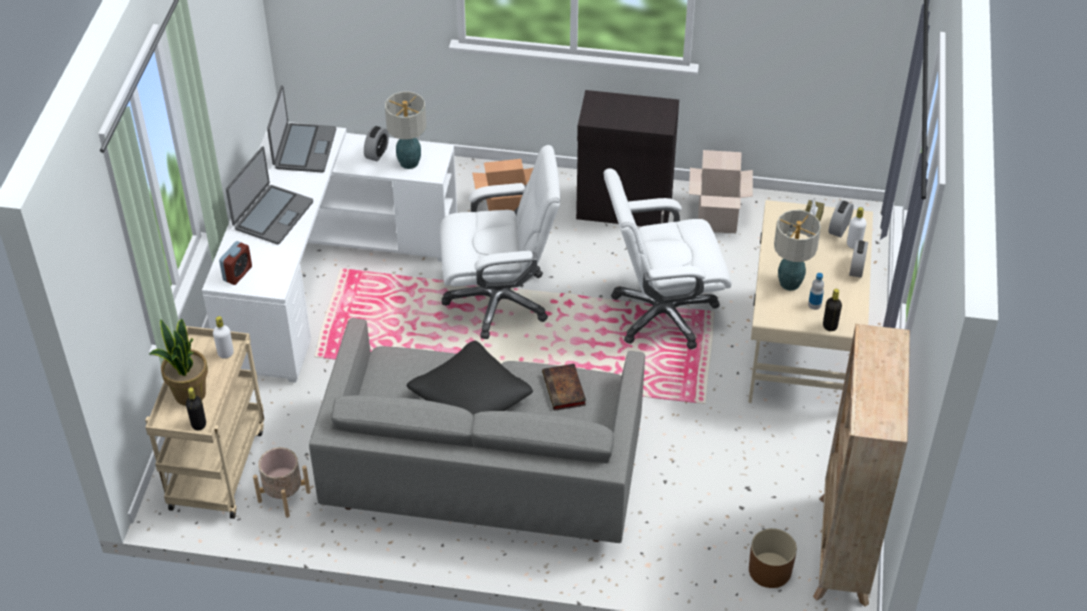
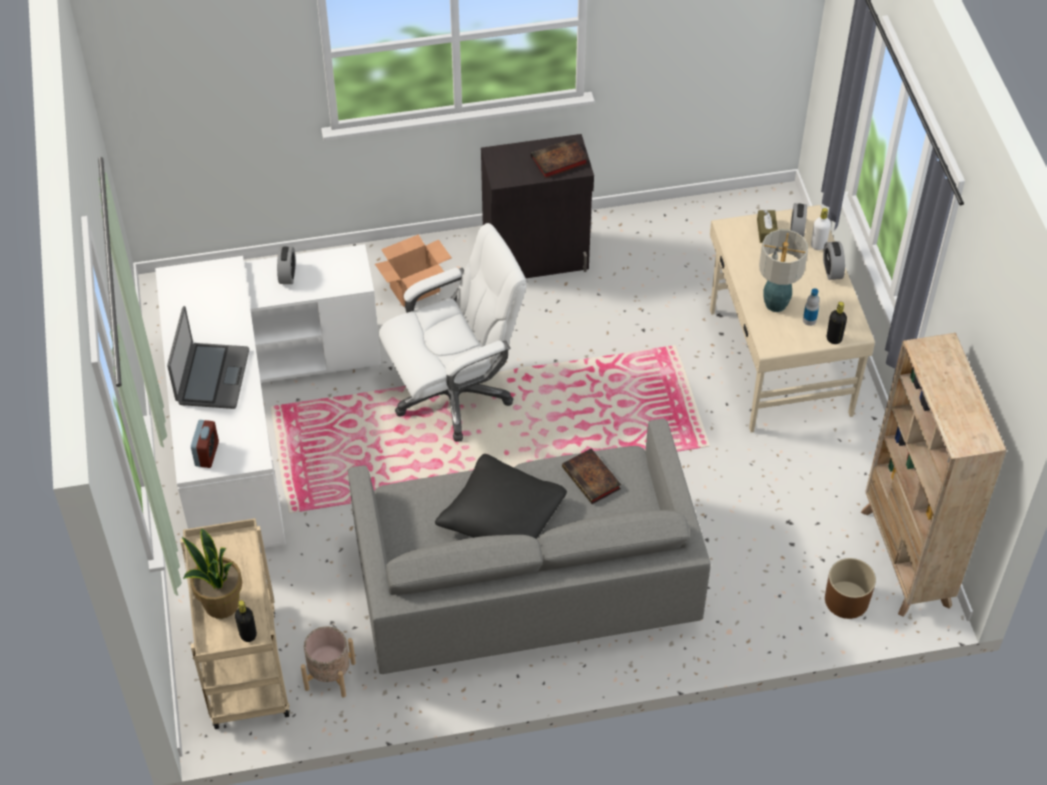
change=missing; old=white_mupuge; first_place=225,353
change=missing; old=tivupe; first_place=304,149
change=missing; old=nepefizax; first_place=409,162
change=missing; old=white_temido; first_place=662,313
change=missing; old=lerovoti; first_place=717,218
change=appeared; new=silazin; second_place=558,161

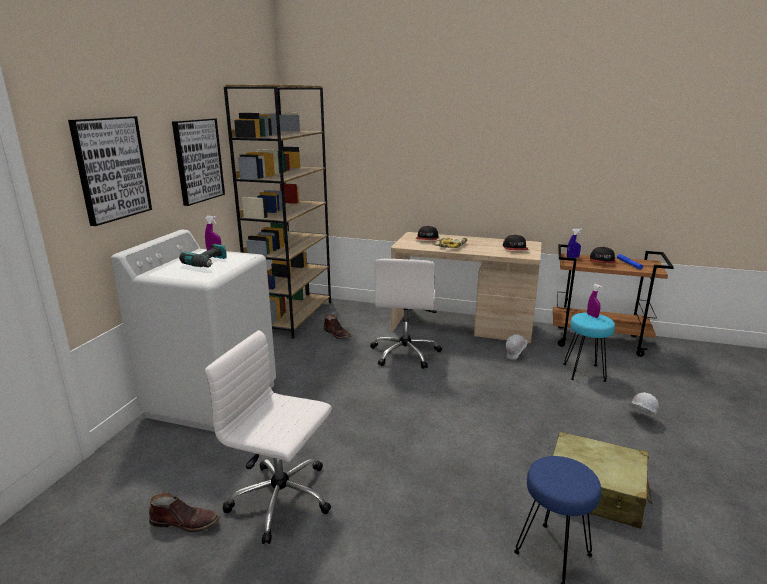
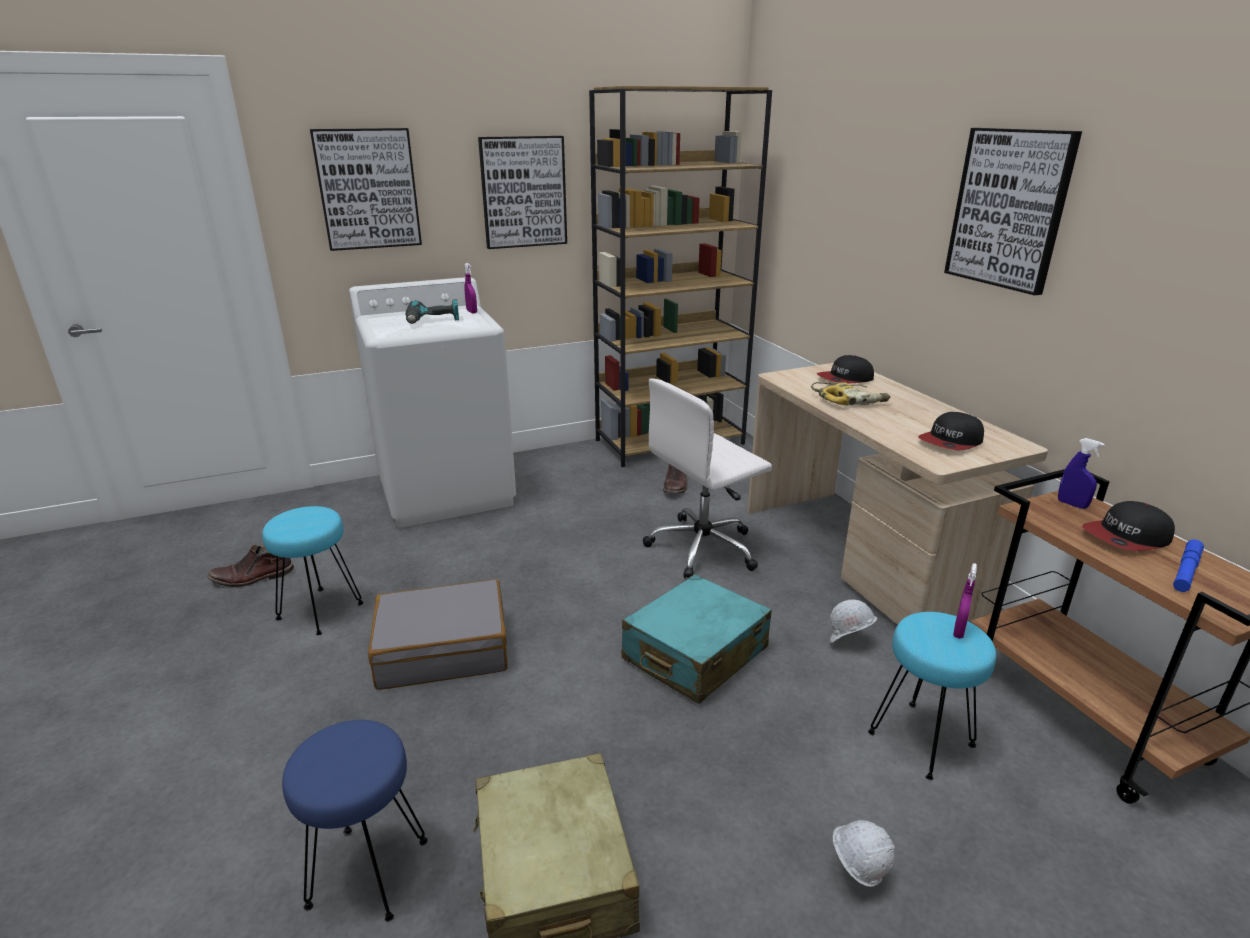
change=appeared; new=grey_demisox; second_place=443,649
change=appeared; new=turquoise_demisox; second_place=695,654
change=appeared; new=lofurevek; second_place=1009,209
change=exchanged; old=white_temido; new=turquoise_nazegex; first_place=283,499; second_place=321,610
change=spun; old=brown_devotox; first_place=185,522; second_place=252,577; degrees=105

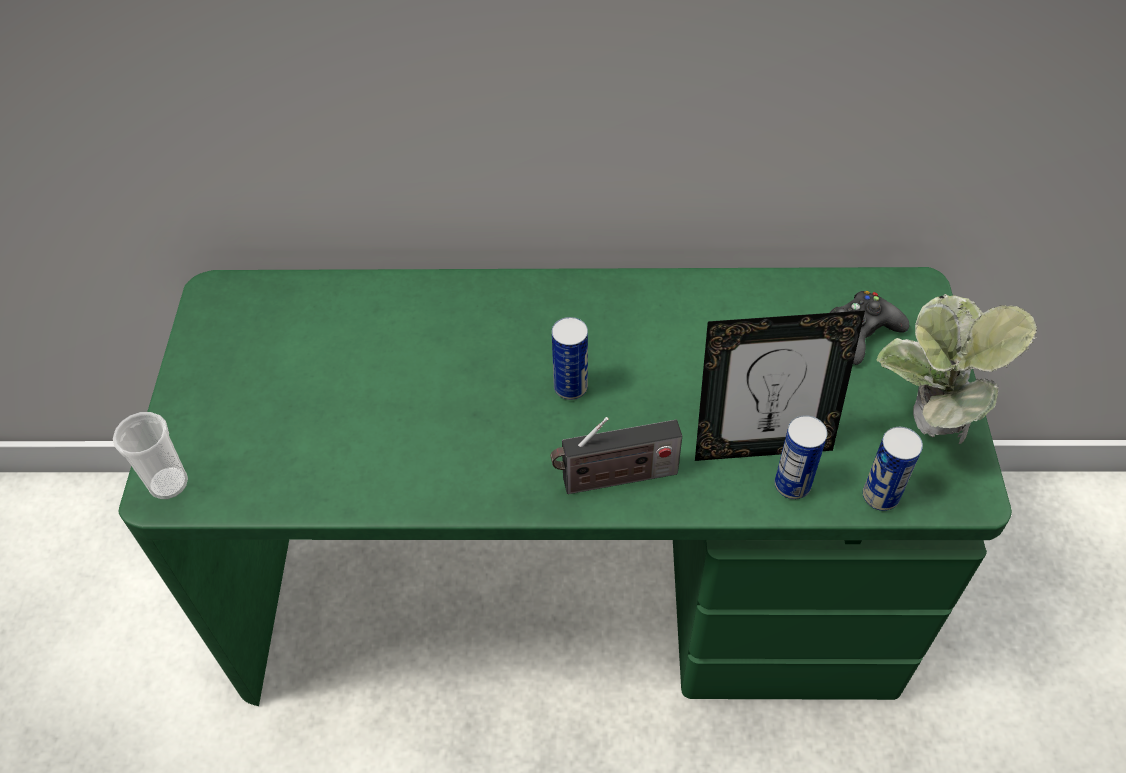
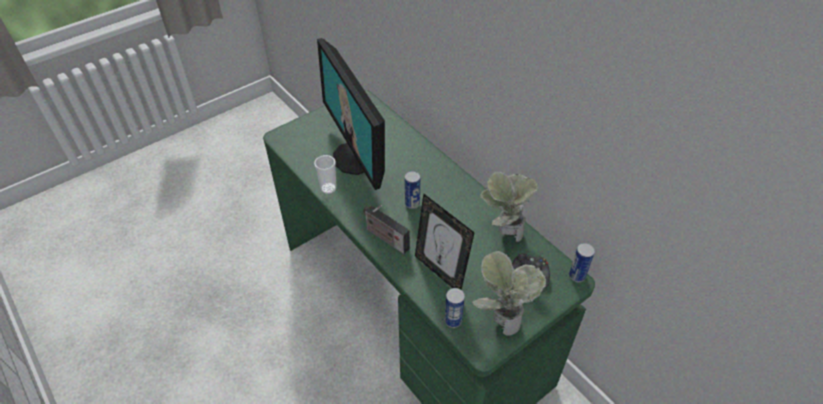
change=appeared; new=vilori; second_place=355,158
change=appeared; new=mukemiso; second_place=504,232
change=relocated; old=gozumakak; first_place=168,483; second_place=328,188
change=relocated; old=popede; first_place=792,485; second_place=577,276

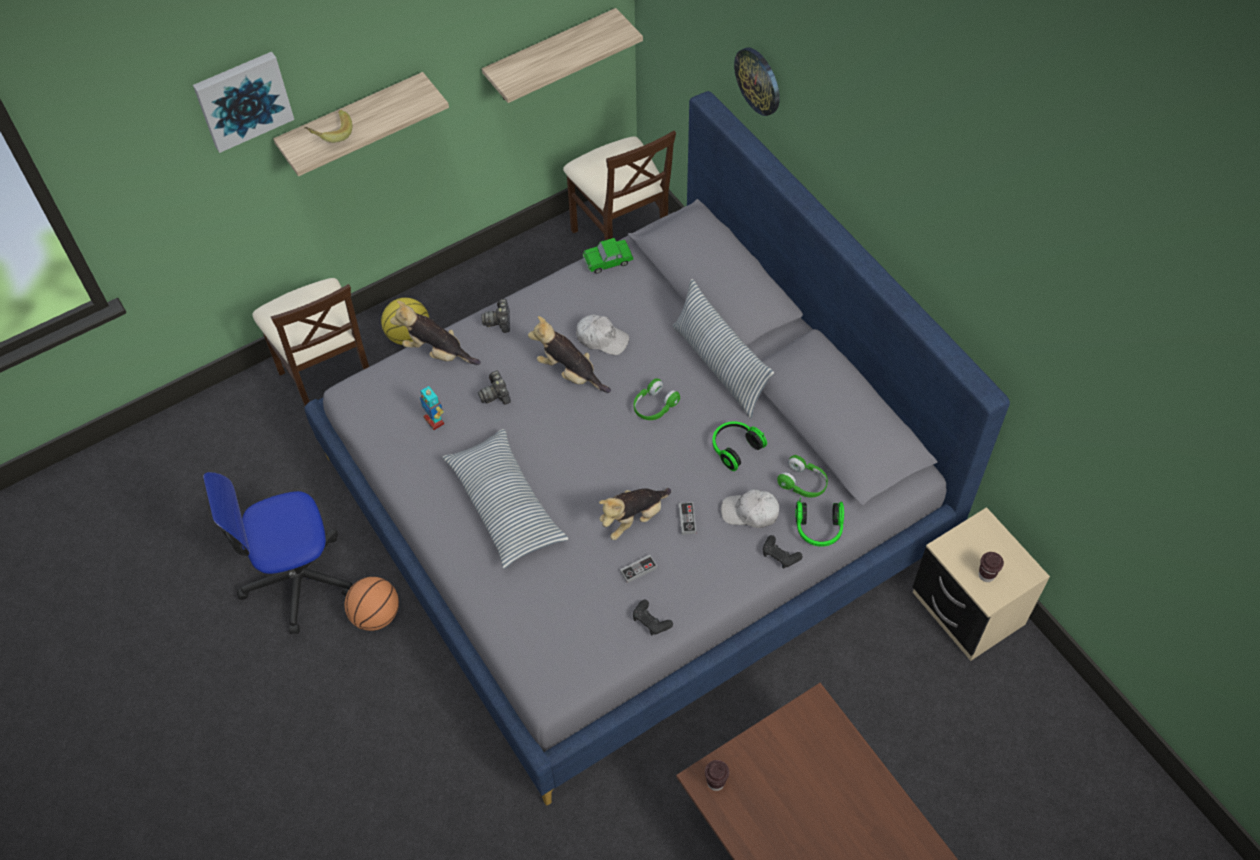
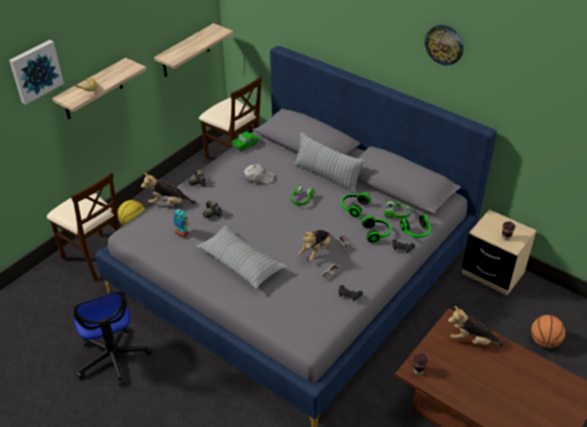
change=relocated; old=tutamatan; first_place=376,615; second_place=544,341
change=relocated; old=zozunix; first_place=570,373; second_place=472,340
change=relocated; old=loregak; first_place=758,80; second_place=444,44
change=exchanged; old=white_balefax; new=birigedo; first_place=750,512; second_place=376,233
change=spun; old=temido; first_place=297,579; second_place=113,357; degrees=-75

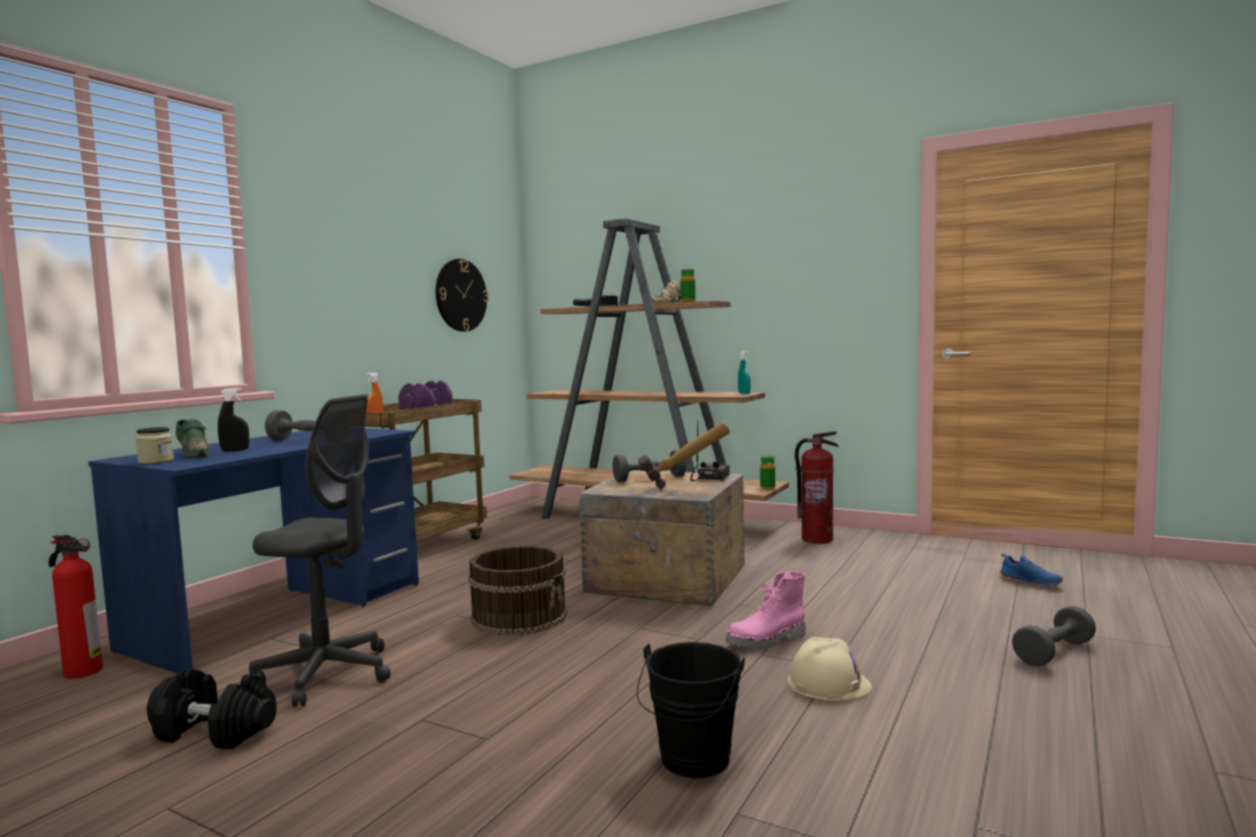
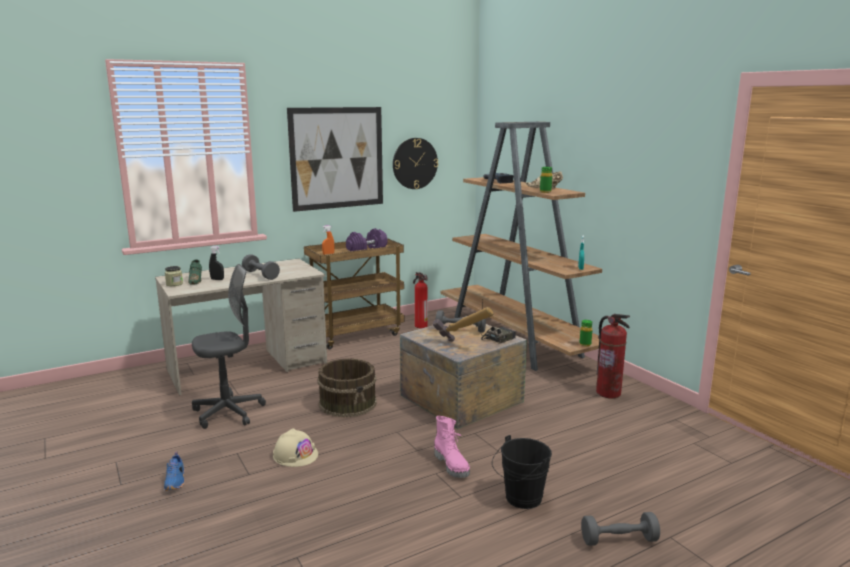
change=missing; old=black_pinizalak; first_place=215,732
change=appeared; new=lofurevek; second_place=337,158
change=relocated; old=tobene; first_place=81,671; second_place=420,325
change=relocated; old=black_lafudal; first_place=692,763; second_place=520,499
change=relocated; old=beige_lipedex; first_place=828,683; second_place=295,455
change=relocated; old=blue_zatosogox; first_place=1030,582; second_place=176,481
change=colour; old=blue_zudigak; new=beige_zudigak; first_place=282,614; second_place=248,367
change=spun; old=grey_temido; first_place=327,674; second_place=228,412; degrees=-75
change=spun; old=pink_devotox; first_place=767,641; second_place=452,465; degrees=-120

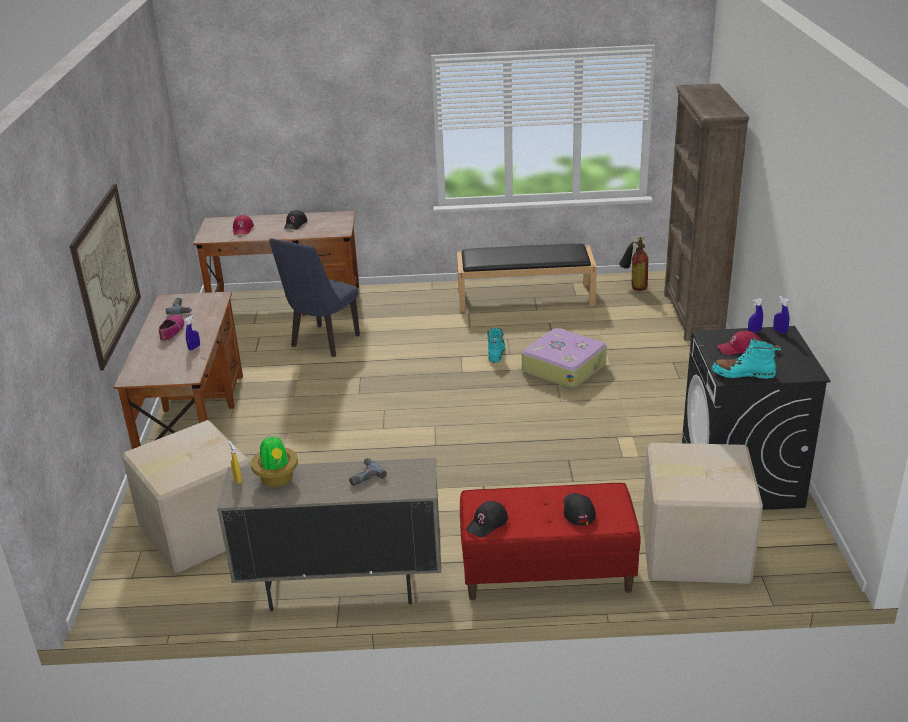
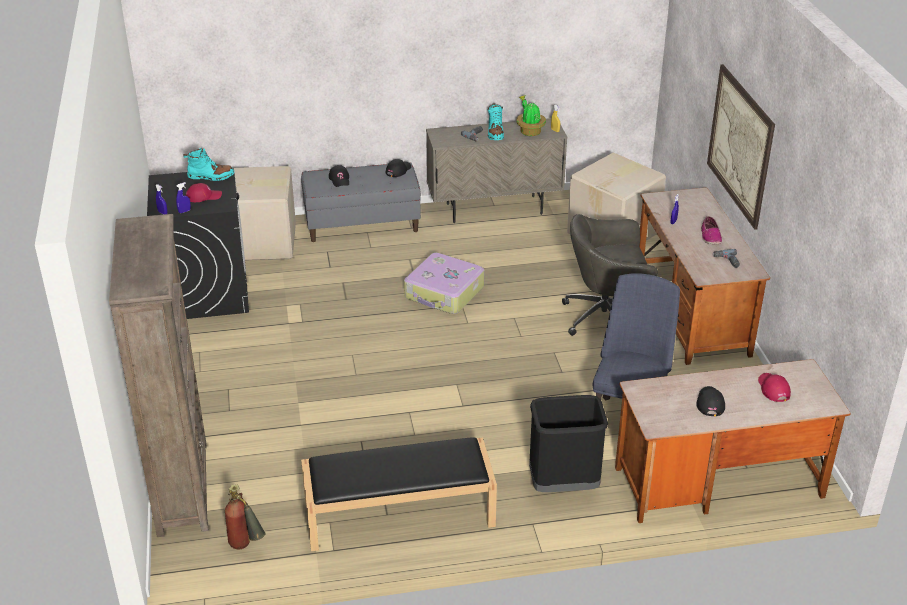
change=appeared; new=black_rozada; second_place=564,485
change=appeared; new=grey_temido; second_place=607,317
change=relocated; old=turquoise_devotox; first_place=496,352; second_place=495,133
change=relocated; old=demisox; first_place=564,367; second_place=444,293
change=colour; old=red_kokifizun; new=grey_kokifizun; first_place=546,572; second_place=362,224

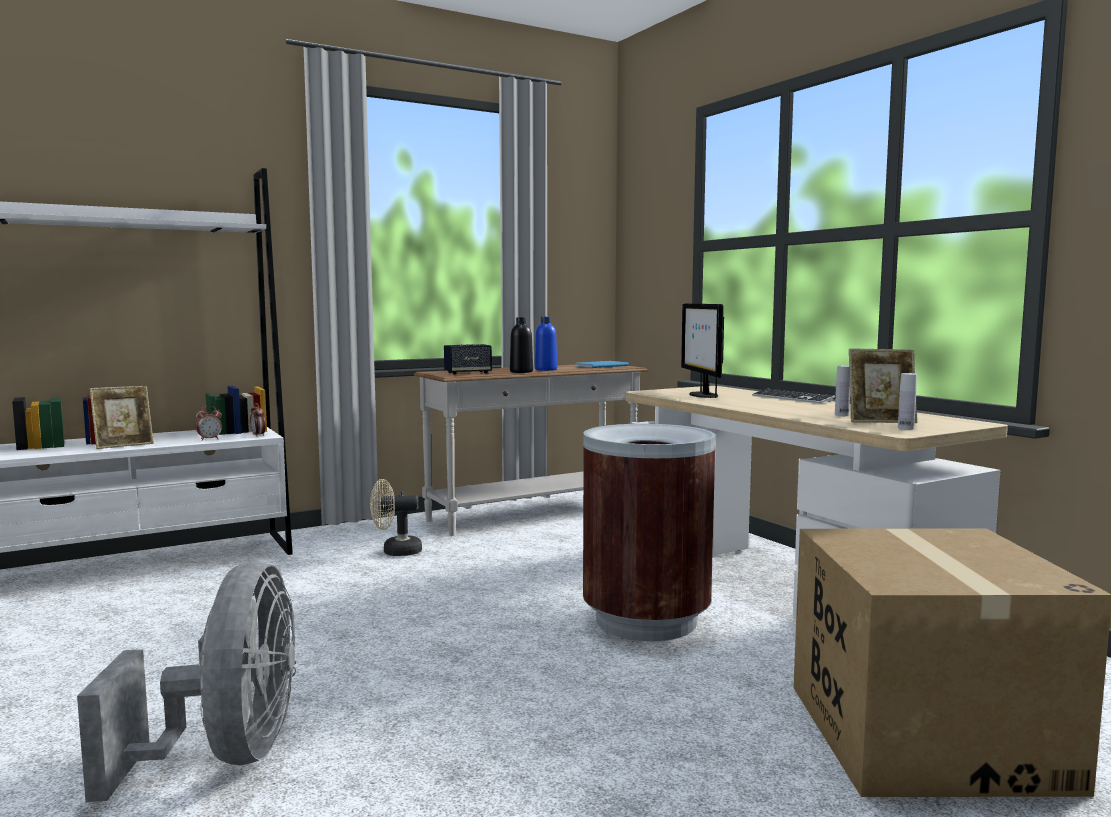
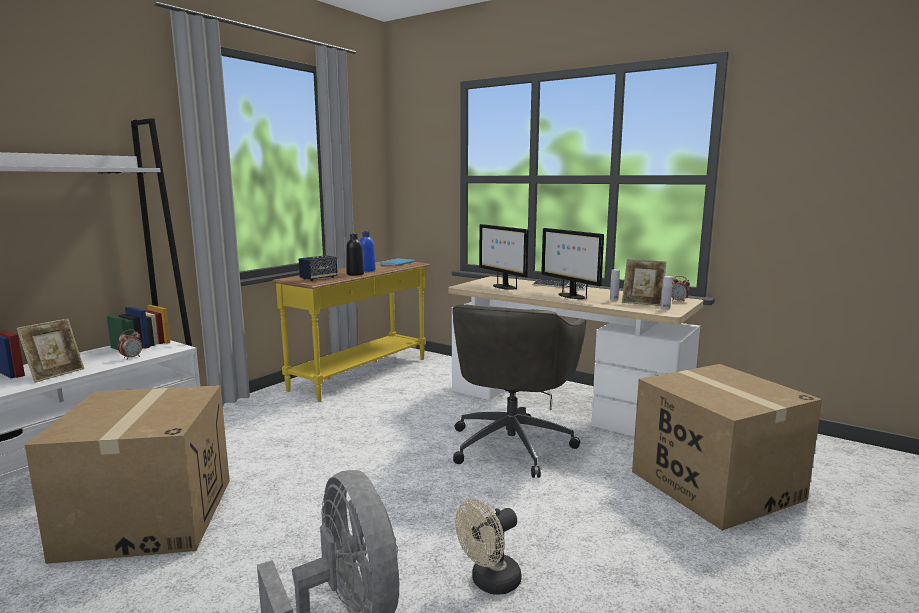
change=appeared; new=lerovoti; second_place=148,517
change=appeared; new=vilori; second_place=570,296
change=relocated; old=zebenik; first_place=258,435; second_place=678,301
change=relocated; old=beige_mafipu; first_place=395,551; second_place=490,583
change=exchanged; old=brown_rozada; new=grey_temido; first_place=645,620; second_place=512,444
change=colour; old=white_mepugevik; new=yellow_mepugevik; first_place=535,514; second_place=362,374
change=spun; old=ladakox; first_place=880,421; second_place=642,303; degrees=45

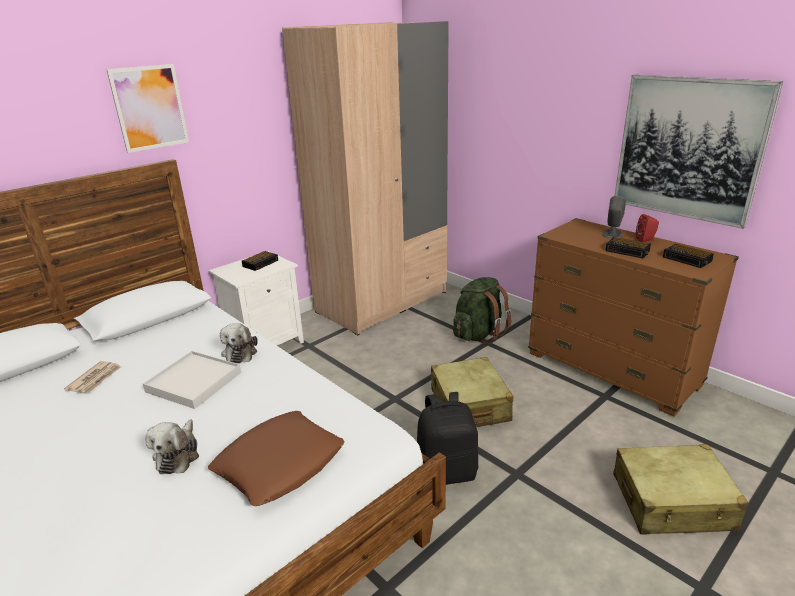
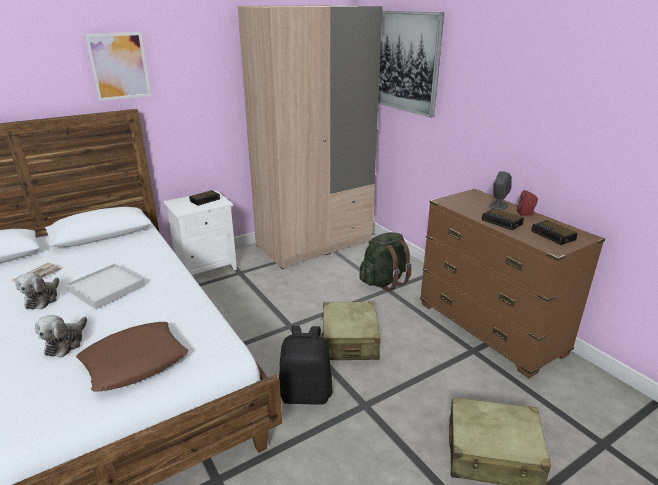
change=relocated; old=zozunix; first_place=240,352; second_place=43,298
change=relocated; old=lofurevek; first_place=688,148; second_place=406,62

